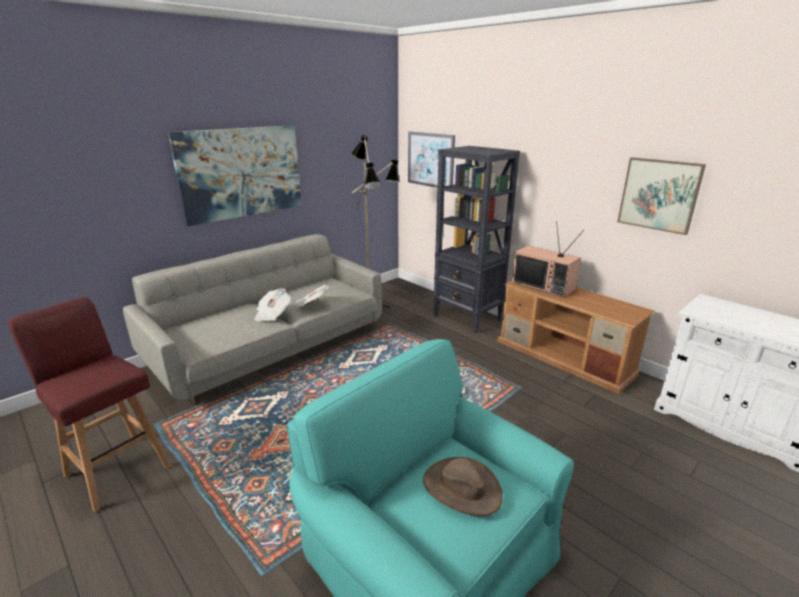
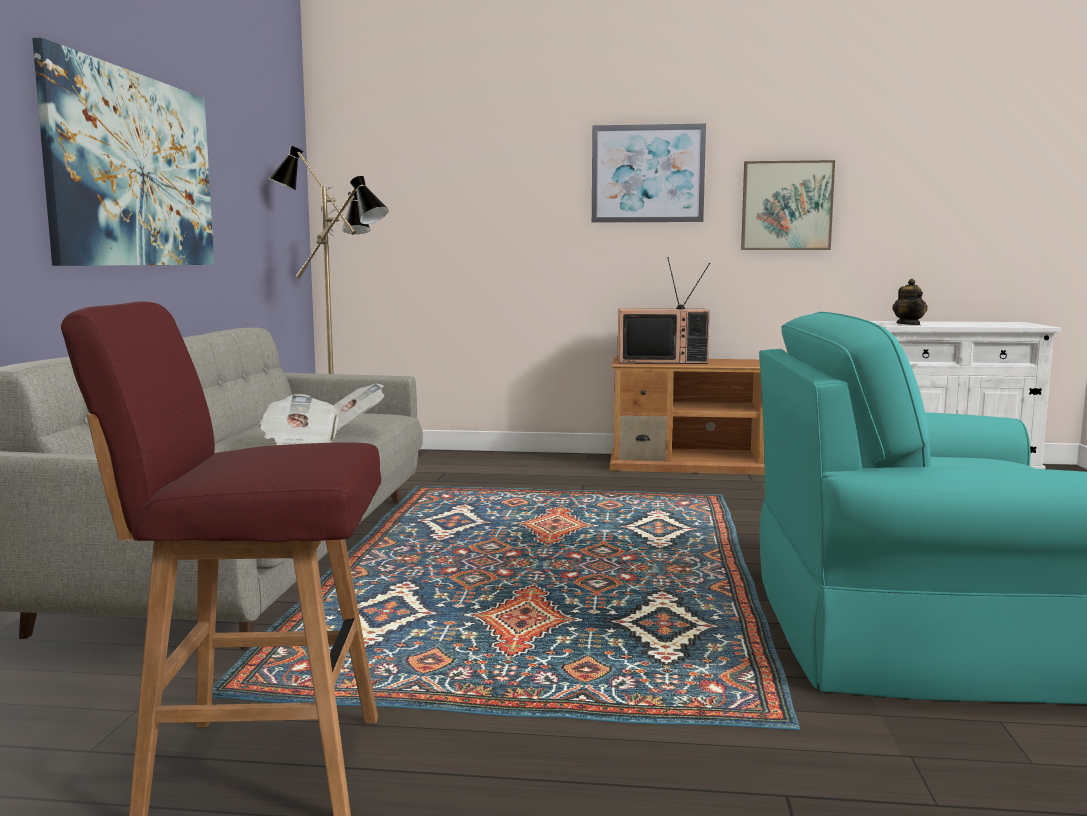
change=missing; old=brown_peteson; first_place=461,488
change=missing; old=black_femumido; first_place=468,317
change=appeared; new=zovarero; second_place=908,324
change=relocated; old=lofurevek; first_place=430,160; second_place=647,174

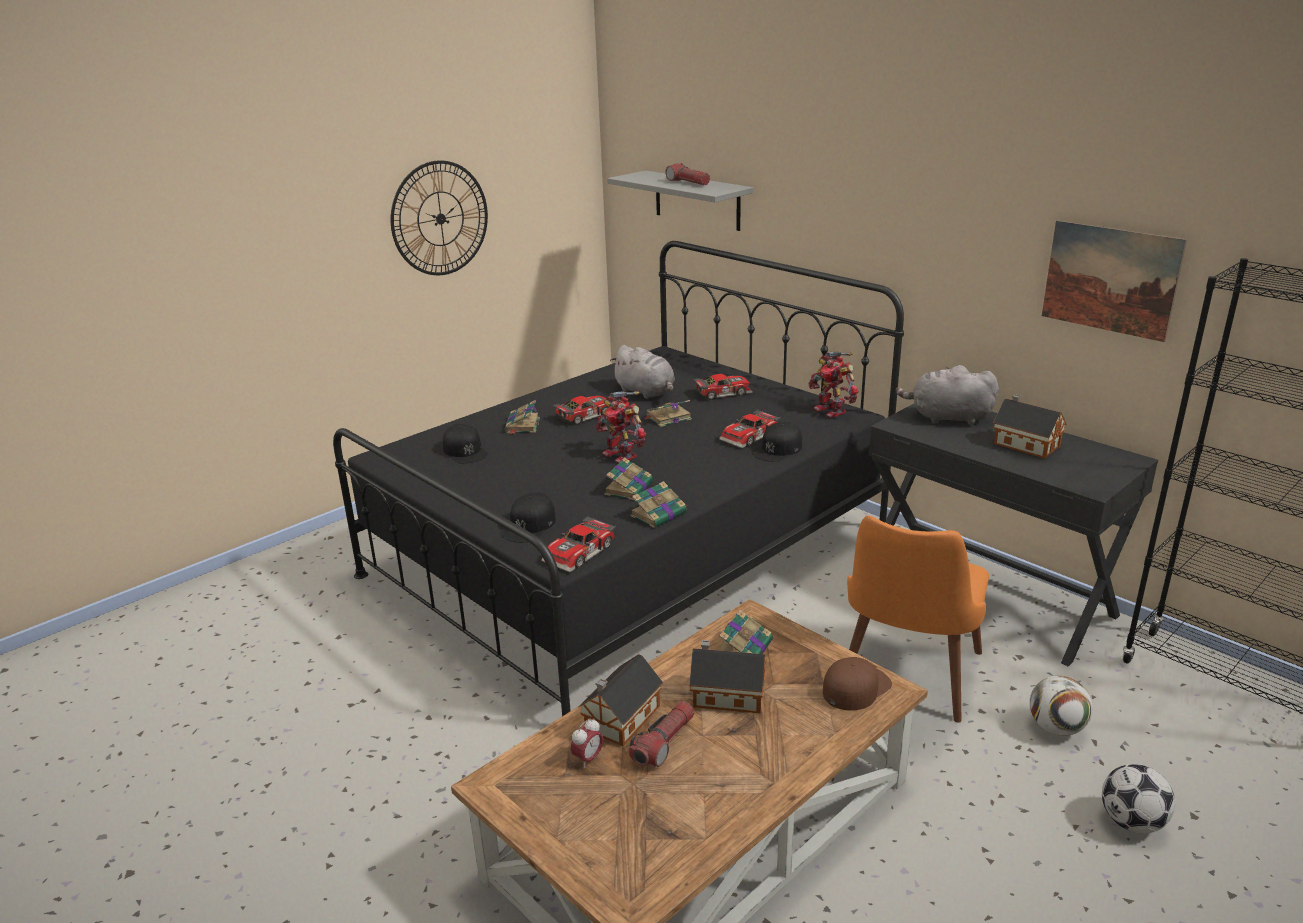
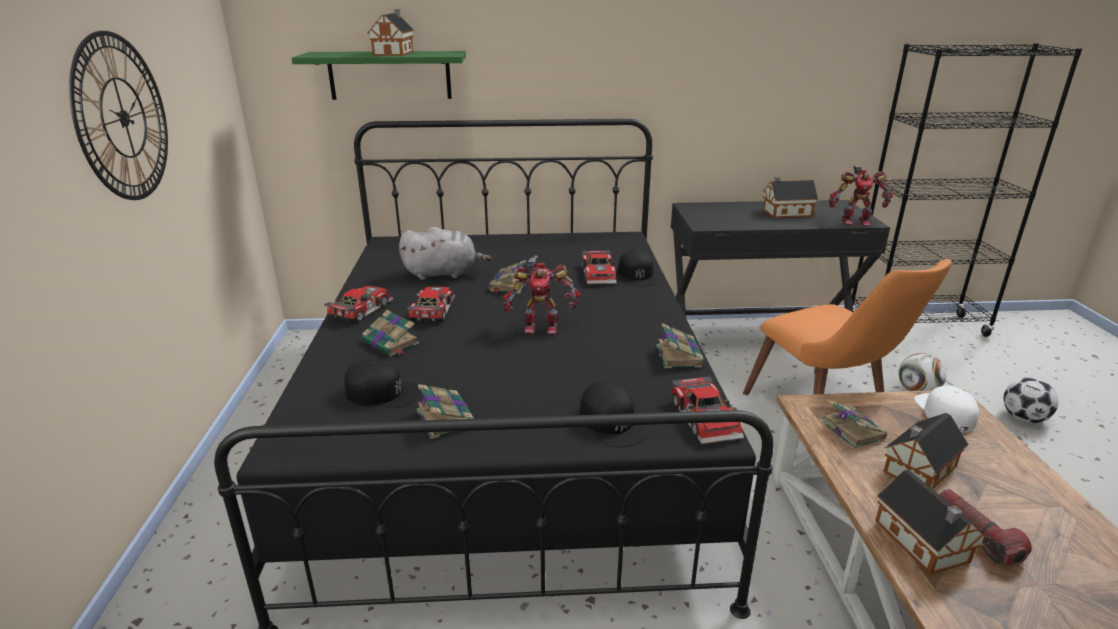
change=missing; old=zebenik; first_place=588,759
change=missing; old=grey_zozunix; first_place=947,418
change=missing; old=lofurevek; first_place=1110,279
change=relocated; old=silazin; first_place=629,488; second_place=445,417
change=relocated; old=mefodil; first_place=722,392; second_place=359,310
change=relocated; old=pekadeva; first_place=831,410; second_place=855,221
change=exchanged; old=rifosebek; new=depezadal; first_place=688,182; second_place=394,53
change=colour; old=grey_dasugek; new=green_dasugek; first_place=697,200; second_place=390,75
change=colour; old=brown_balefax; new=white_balefax; first_place=856,687; second_place=944,412

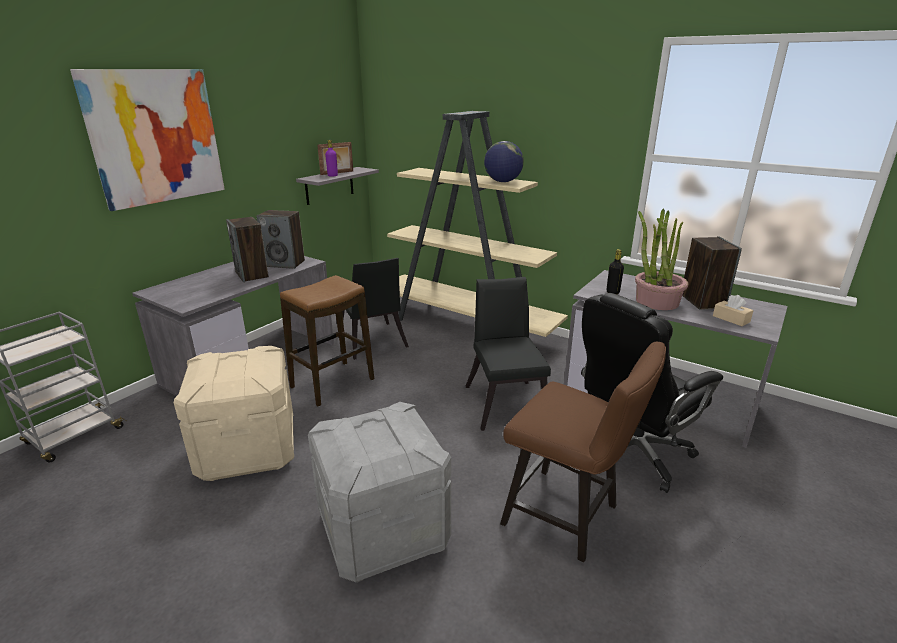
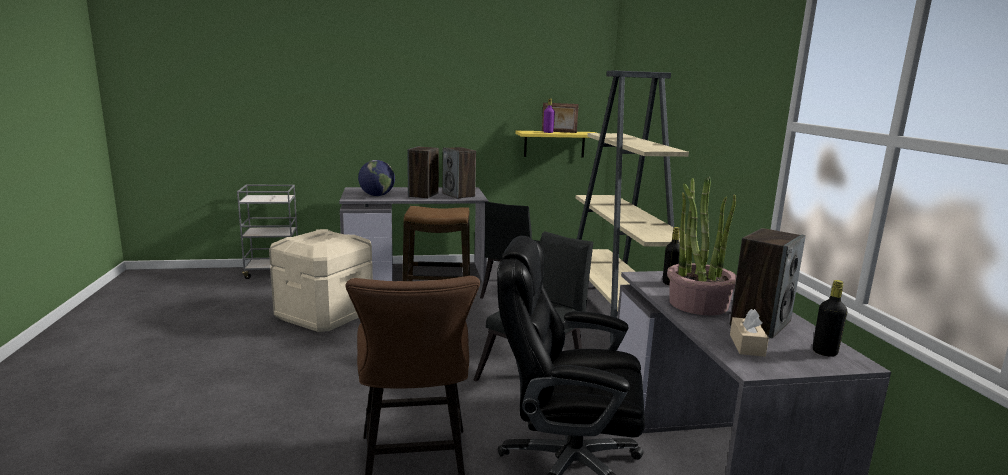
change=missing; old=lofurevek; first_place=156,137
change=missing; old=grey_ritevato; first_place=384,531
change=appeared; new=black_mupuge; second_place=824,352
change=relocated; old=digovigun; first_place=503,182; second_place=377,195
change=colour; old=grey_dasugek; new=yellow_dasugek; first_place=329,185; second_place=554,144

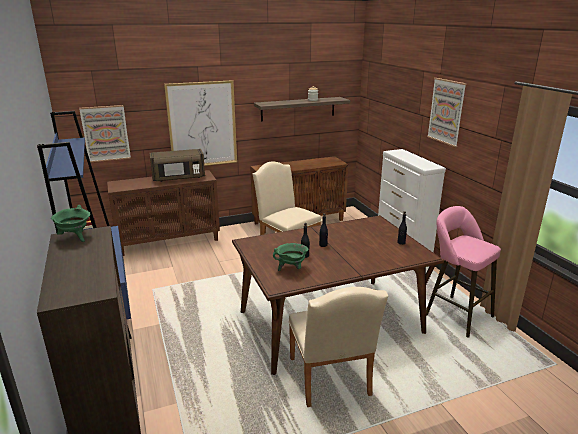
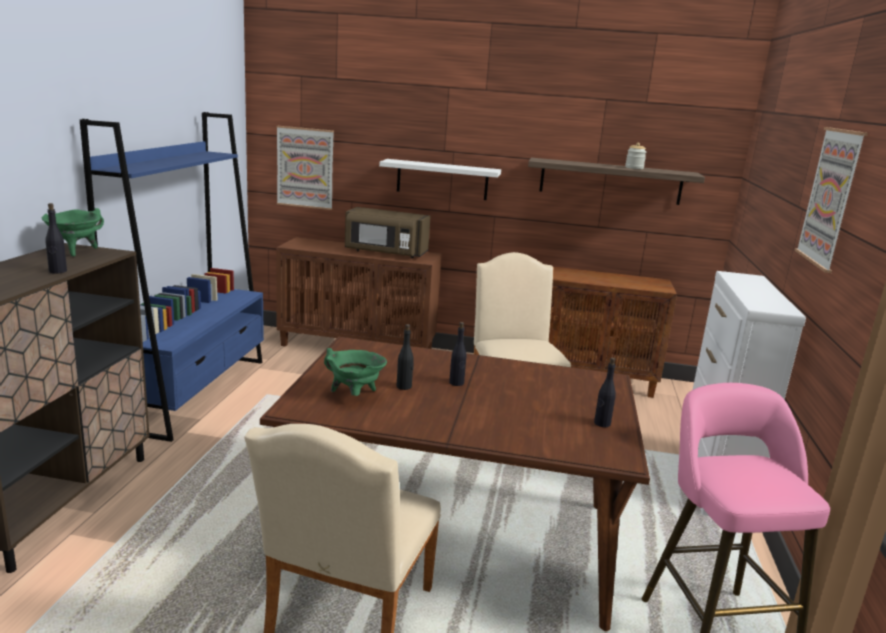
change=appeared; new=black_mupuge; second_place=57,271
change=exchanged; old=lofurevek; new=white_dasugek; first_place=202,125; second_place=442,179

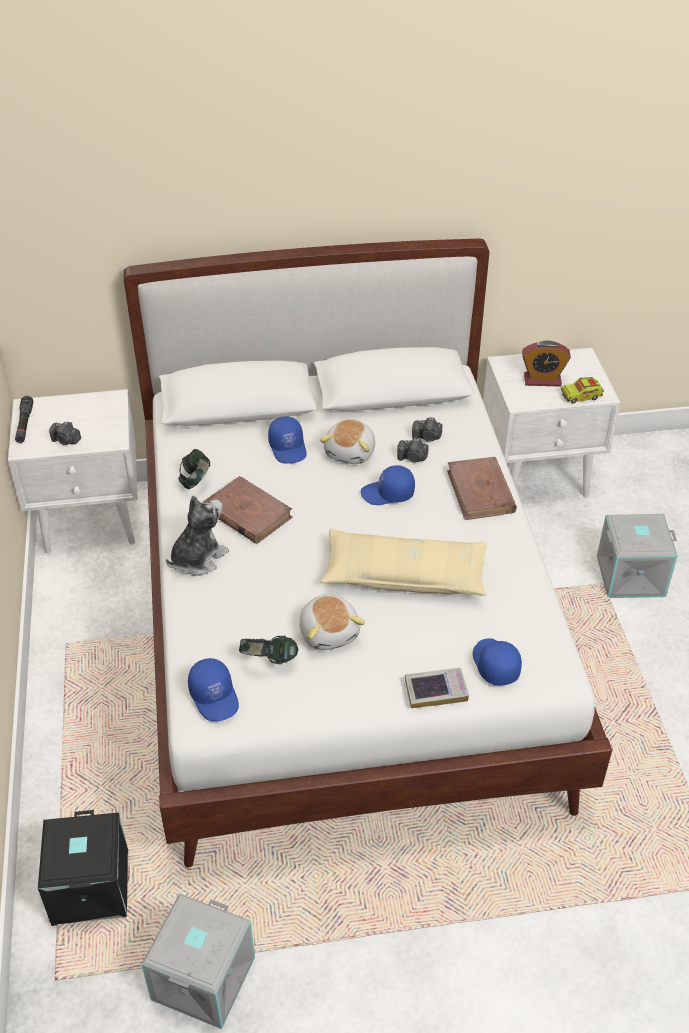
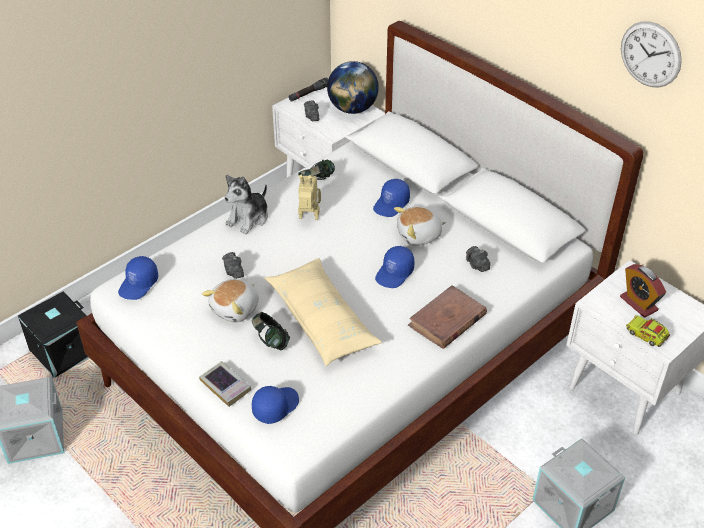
change=appeared; new=digovigun; second_place=352,109
change=appeared; new=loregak; second_place=650,54
change=relocated; old=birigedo; first_place=269,661; second_place=271,341
change=relocated; old=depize; first_place=412,458; second_place=233,271
change=exchanged; old=brown_silazin; new=pekadeva; first_place=247,513; second_place=308,218
change=spun; old=zozunix; first_place=198,558; second_place=248,218; degrees=120
change=spun; old=blue_balefax; first_place=388,494; second_place=395,273; degrees=-105

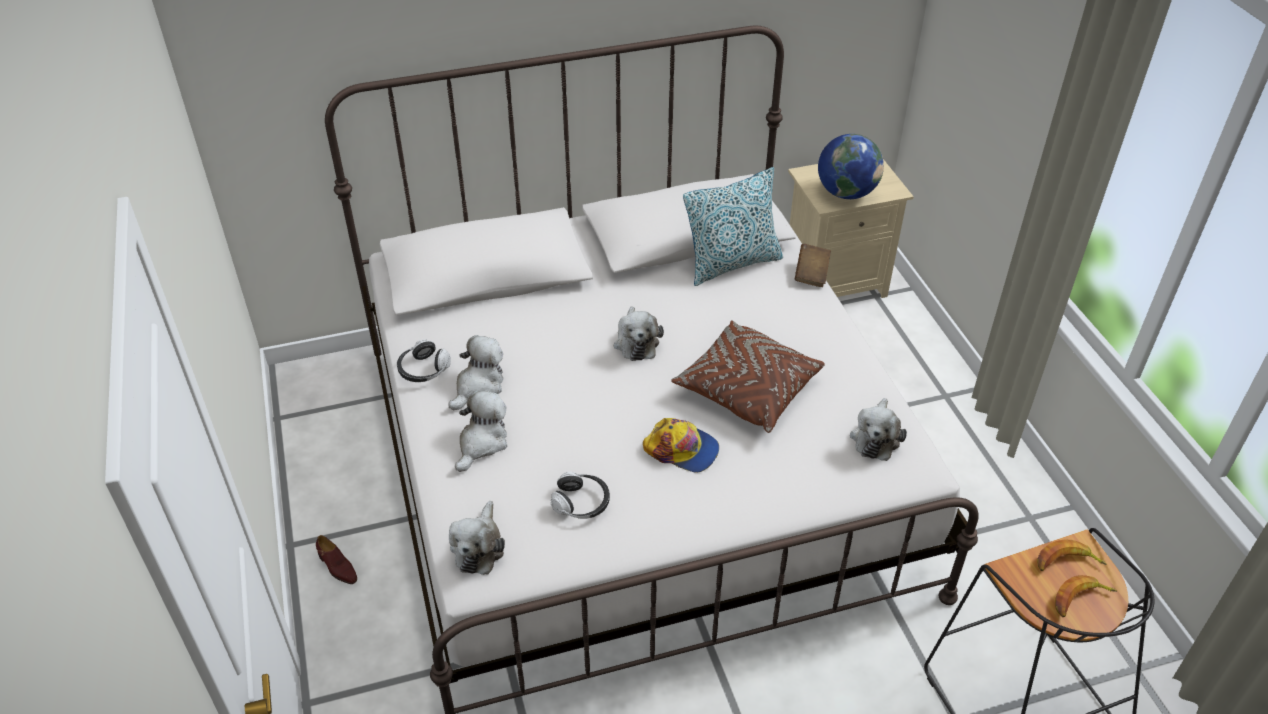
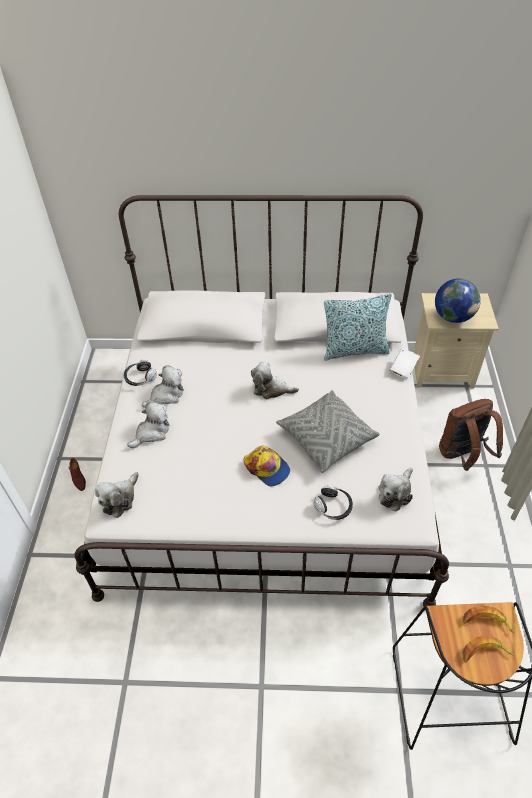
change=appeared; new=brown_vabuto; second_place=462,455
change=relocated; old=birigedo; first_place=581,503; second_place=333,507
change=colour; old=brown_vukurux; new=grey_vukurux; first_place=747,389; second_place=326,438
change=colour; old=brown_silazin; new=white_silazin; first_place=811,274; second_place=403,369
change=spun; old=zozunix; first_place=636,342; second_place=271,389; degrees=90

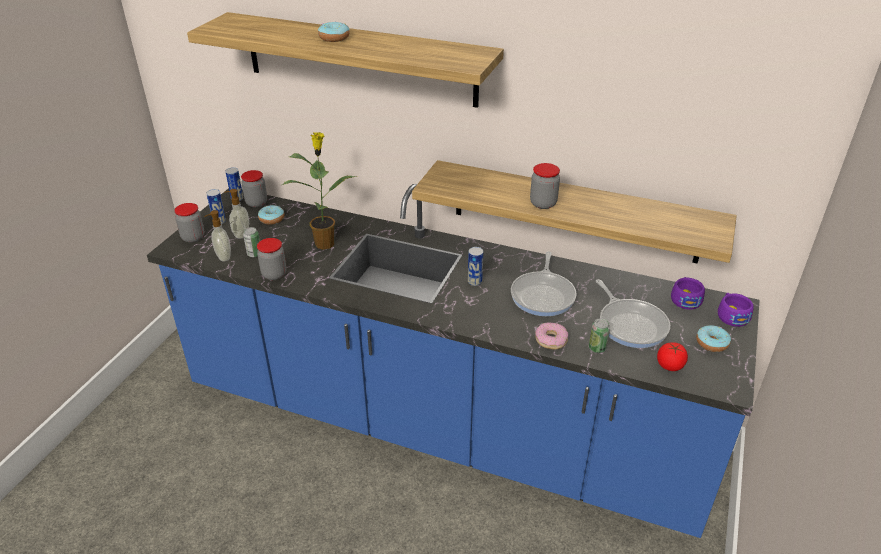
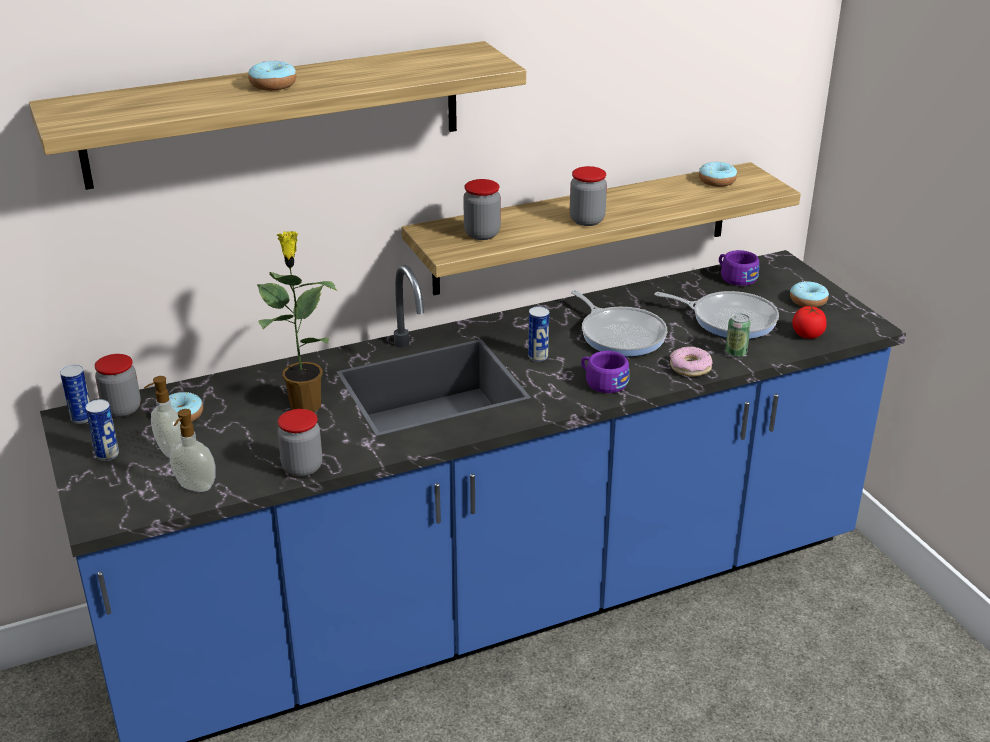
change=missing; old=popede; first_place=254,254
change=appeared; new=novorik; second_place=717,181
change=relocated; old=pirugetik; first_place=193,237; second_place=482,234
change=relocated; old=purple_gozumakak; first_place=731,315; second_place=602,382

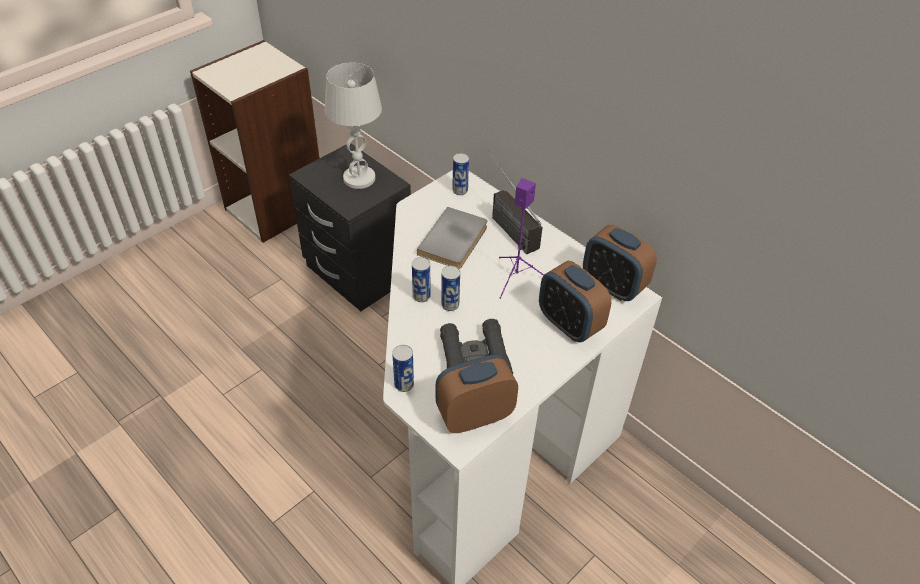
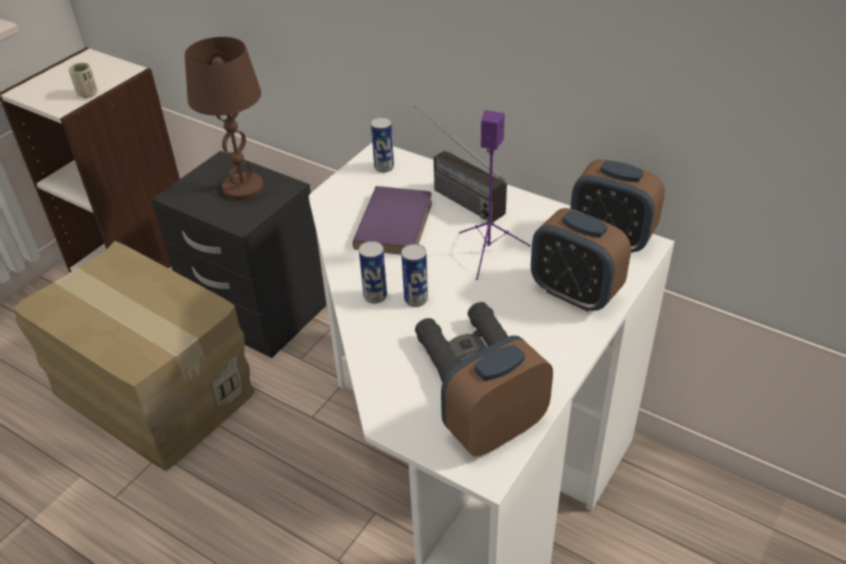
change=missing; old=popede; first_place=404,384
change=appeared; new=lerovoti; second_place=151,393
change=appeared; new=beige_gozumakak; second_place=87,94
change=colour; old=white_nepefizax; new=brown_nepefizax; first_place=359,178; second_place=243,188
change=colour; old=grey_silazin; new=purple_silazin; first_place=455,241; second_place=397,224

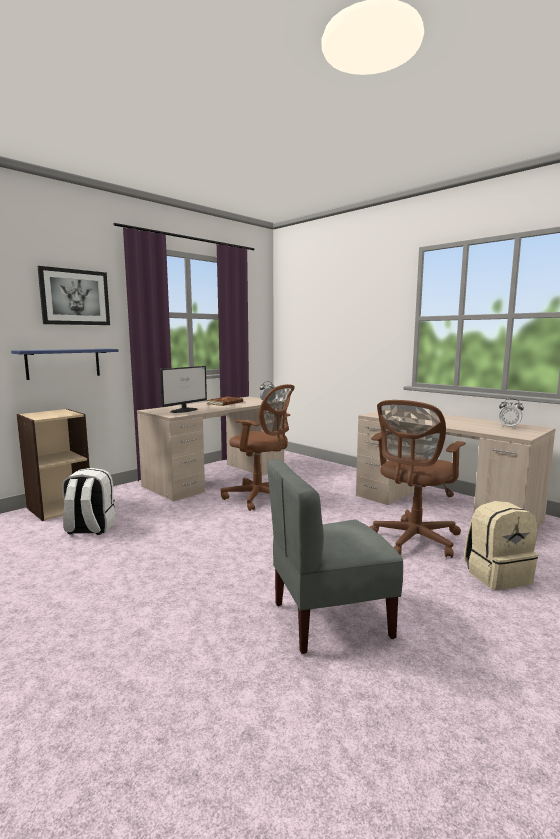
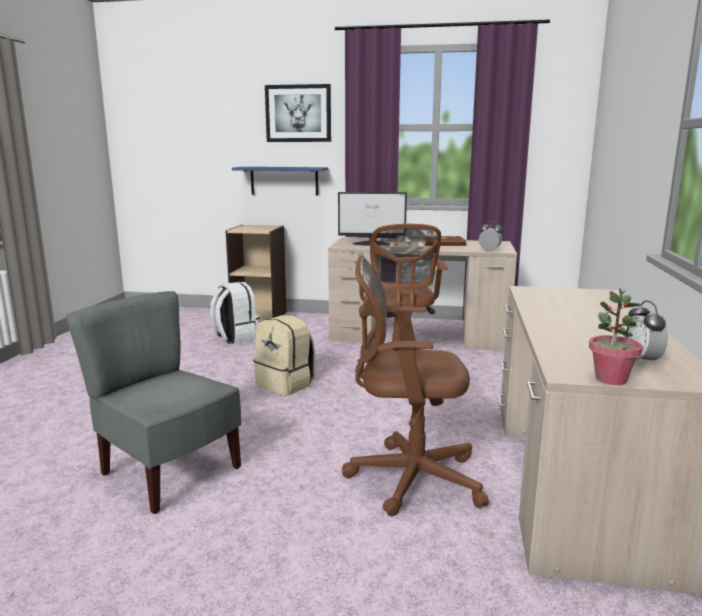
change=appeared; new=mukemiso; second_place=610,379
change=relocated; old=beige_vabuto; first_place=497,575; second_place=286,384

